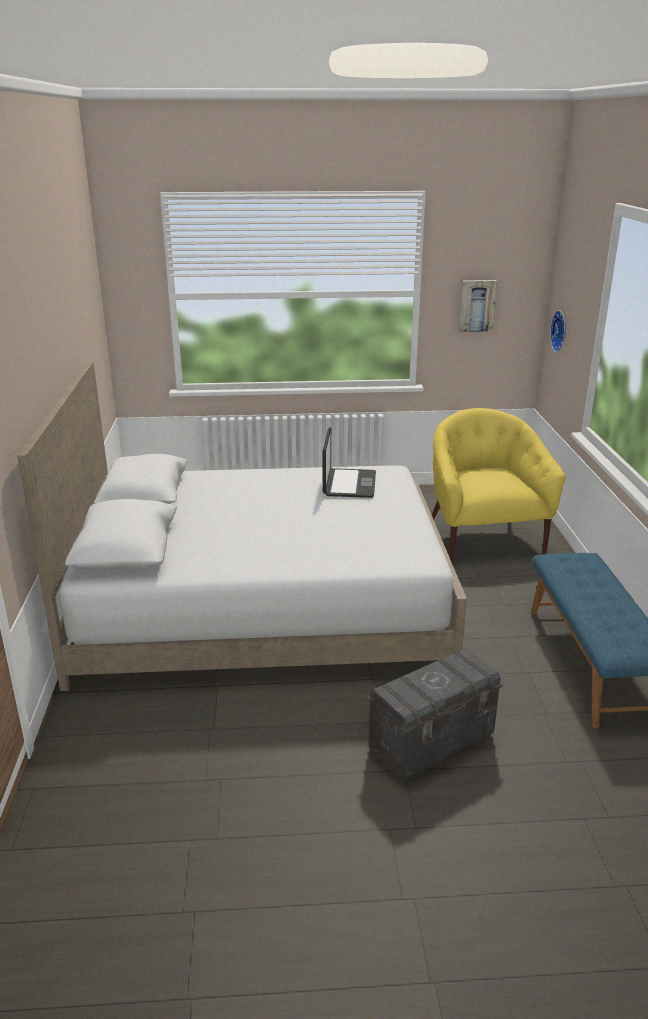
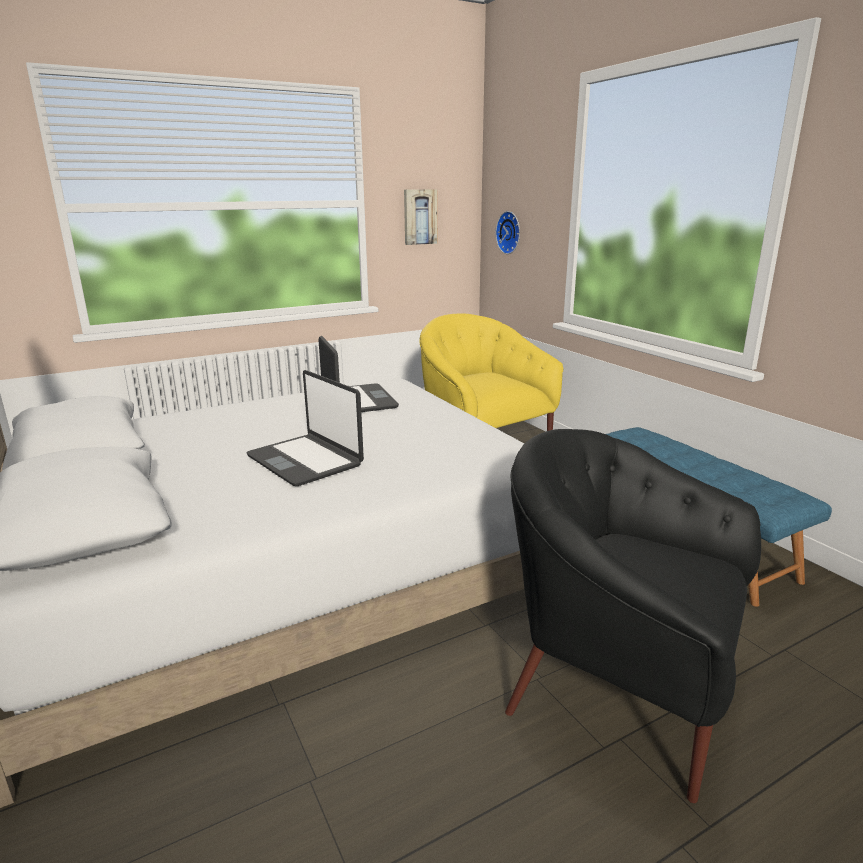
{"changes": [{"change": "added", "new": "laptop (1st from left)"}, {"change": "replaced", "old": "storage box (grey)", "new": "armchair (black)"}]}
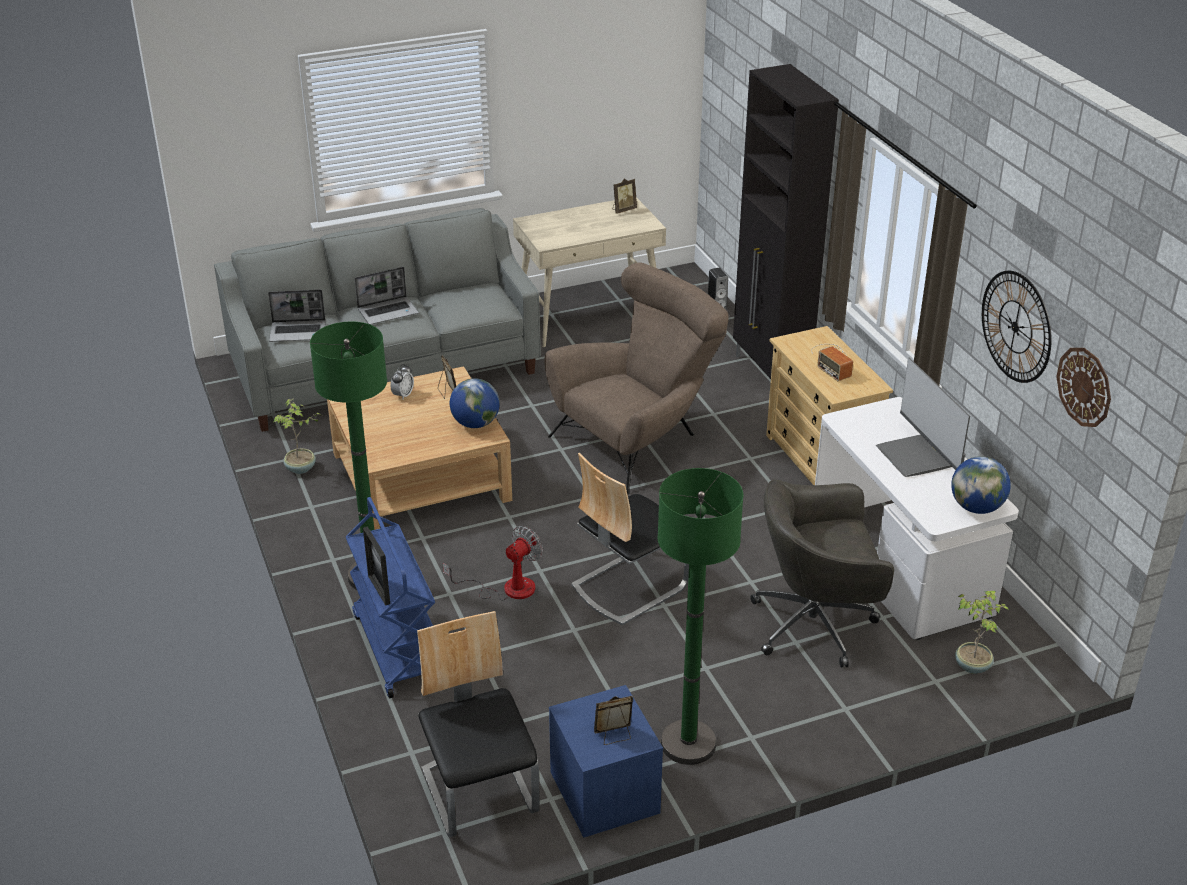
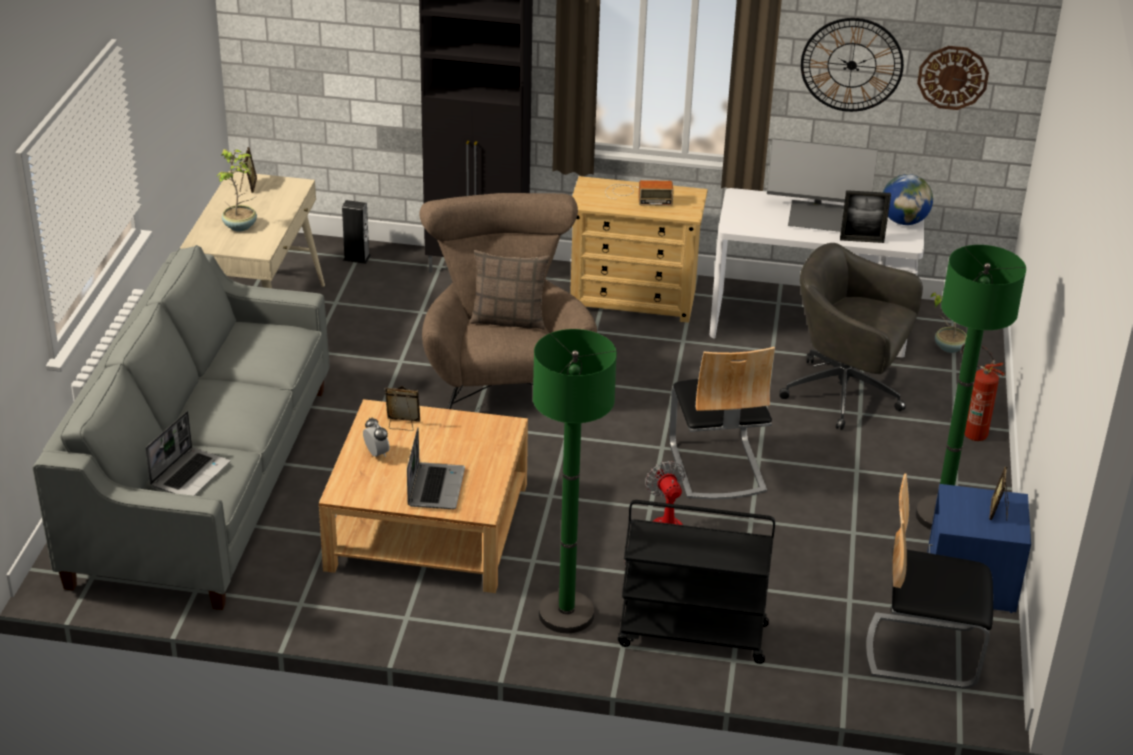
{"changes": [{"change": "moved", "old": "potted plant (1st from left)"}, {"change": "moved", "old": "laptop (2nd from left)"}, {"change": "added", "new": "pillow"}, {"change": "recoloured", "old": "cart (blue)", "new": "cart (black)"}, {"change": "turned", "old": "office chair (grey)", "degrees": 90}, {"change": "moved", "old": "picture frame (1st from left in the first image)", "new": "picture frame (3rd from left)"}, {"change": "added", "new": "fire extinguisher"}, {"change": "removed", "old": "globe (1st from left)"}]}
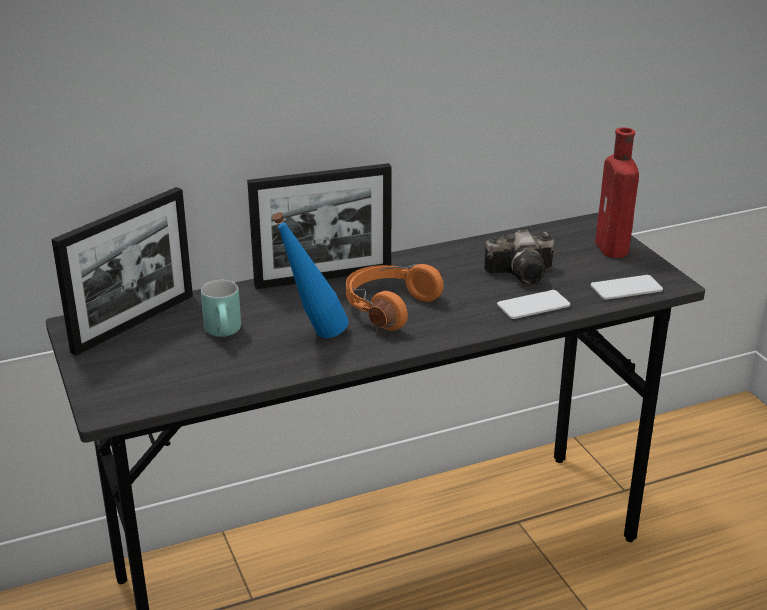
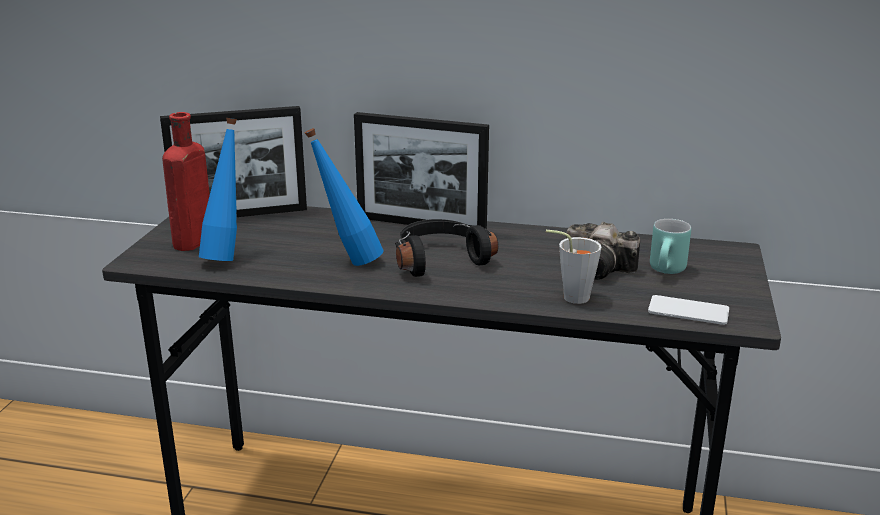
{"changes": [{"change": "moved", "old": "bottle (red)"}, {"change": "added", "new": "bottle (blue) (1st from left)"}, {"change": "recoloured", "old": "headphones (orange)", "new": "headphones (black)"}, {"change": "replaced", "old": "phone (1st from left)", "new": "cup (grey)"}, {"change": "moved", "old": "mug (turquoise)"}]}
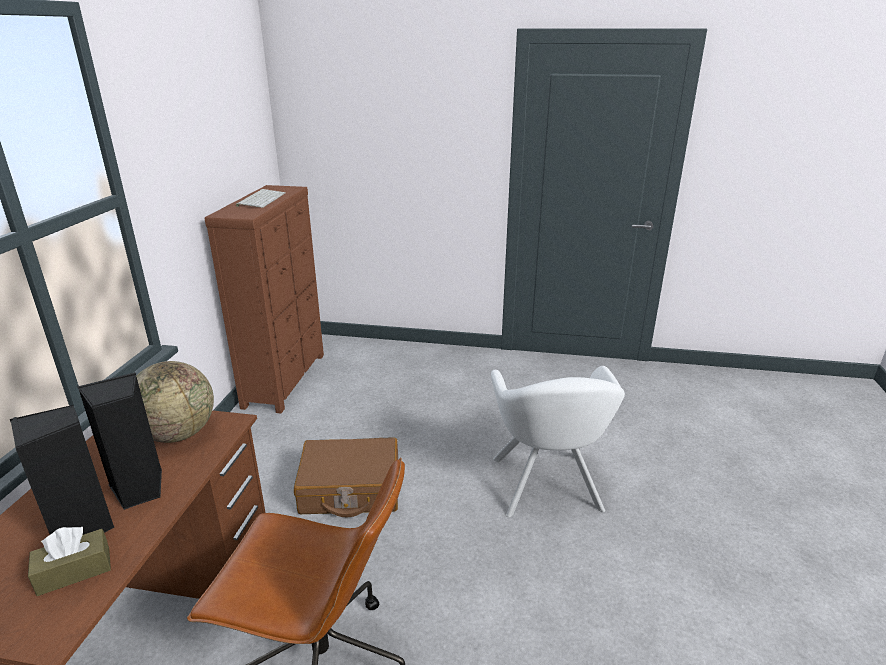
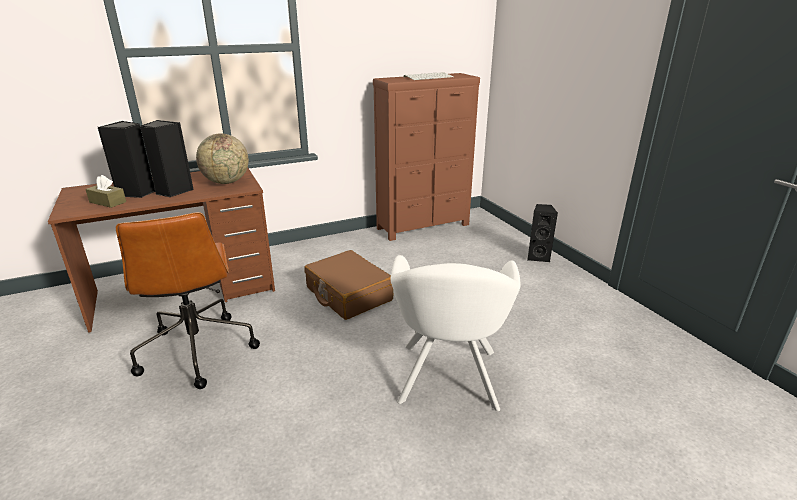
{"changes": [{"change": "turned", "old": "armchair (white)", "degrees": -45}, {"change": "added", "new": "speaker (black) (3rd from left)"}]}
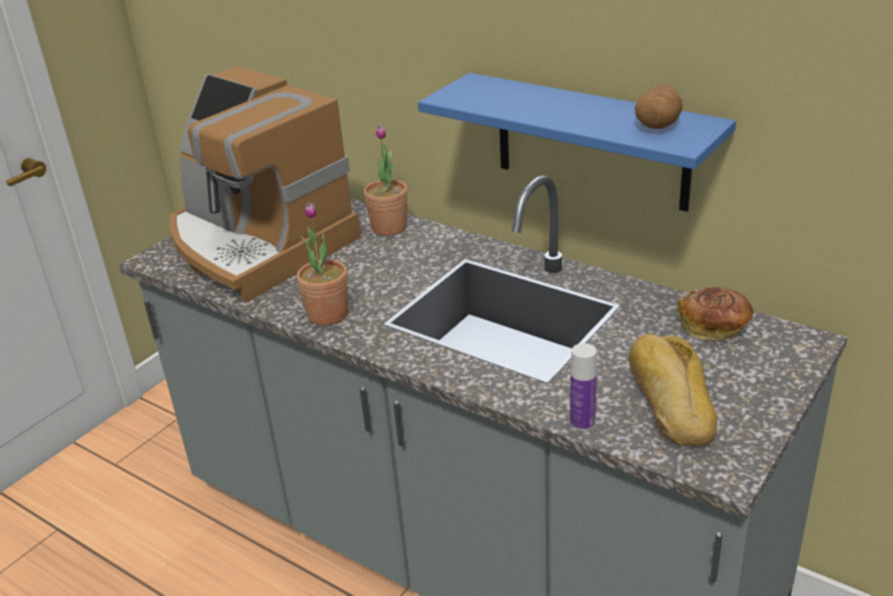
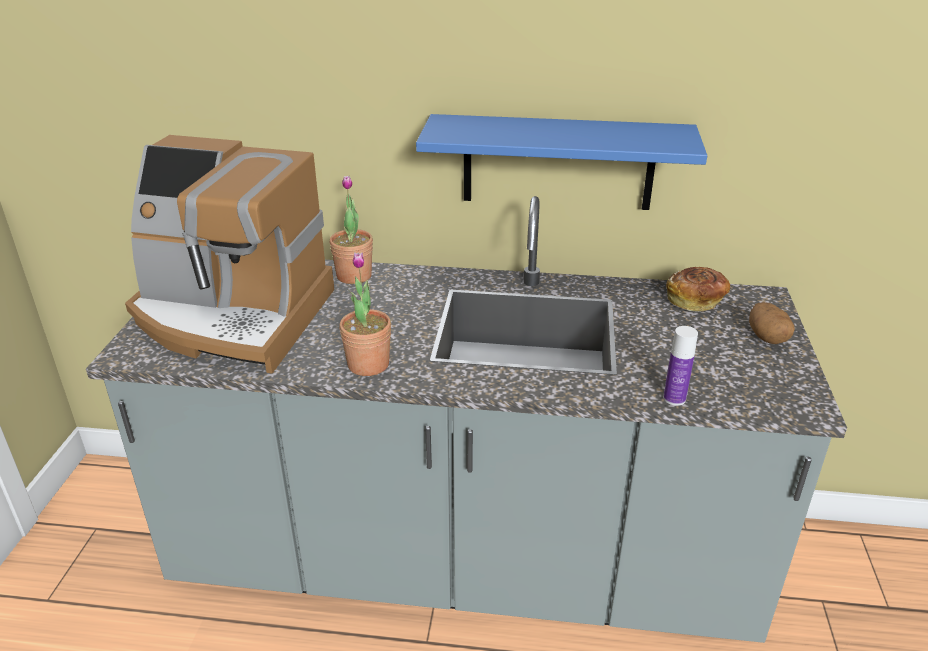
{"changes": [{"change": "moved", "old": "potato"}, {"change": "removed", "old": "bread (1st from left)"}]}
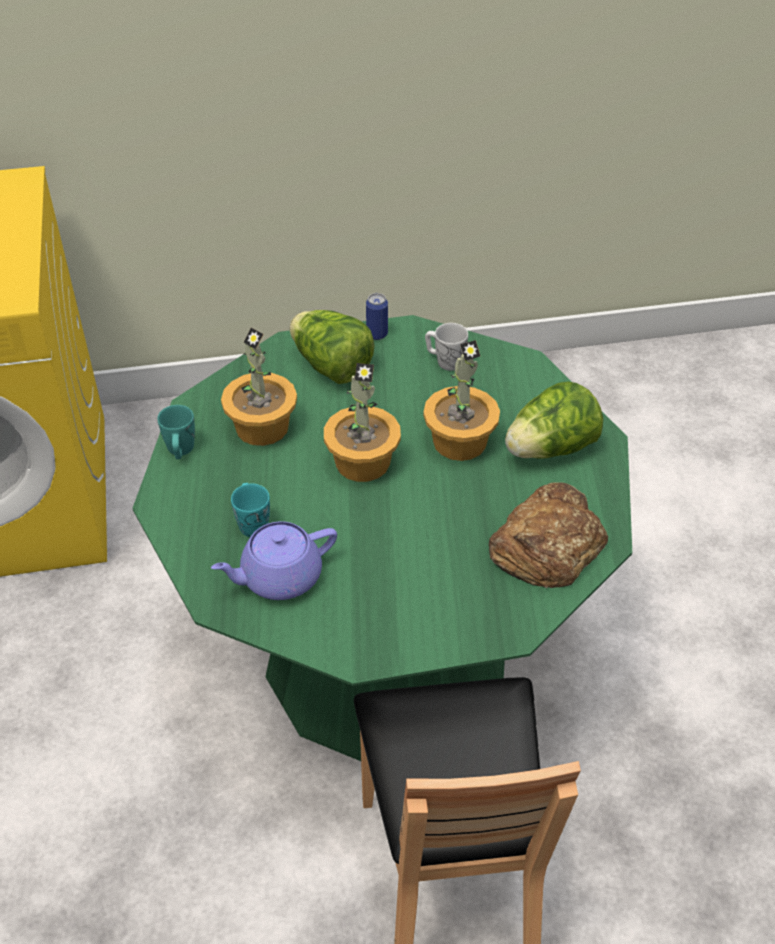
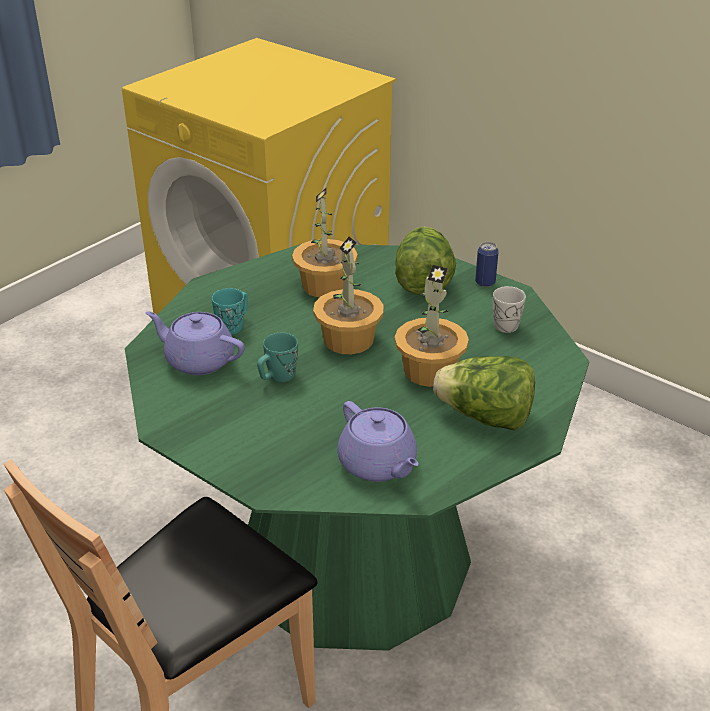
{"changes": [{"change": "moved", "old": "mug (turquoise) (1st from left in the first image)", "new": "mug (turquoise) (2nd from left)"}, {"change": "replaced", "old": "bread", "new": "teapot (purple) (2nd from left)"}]}
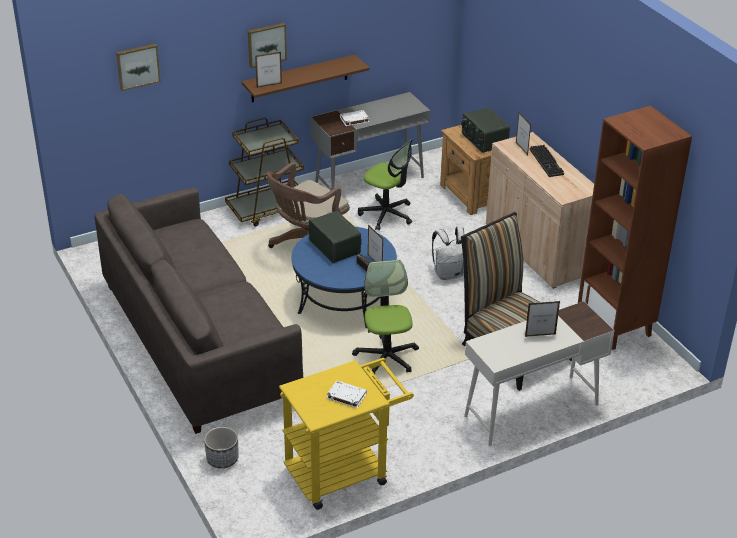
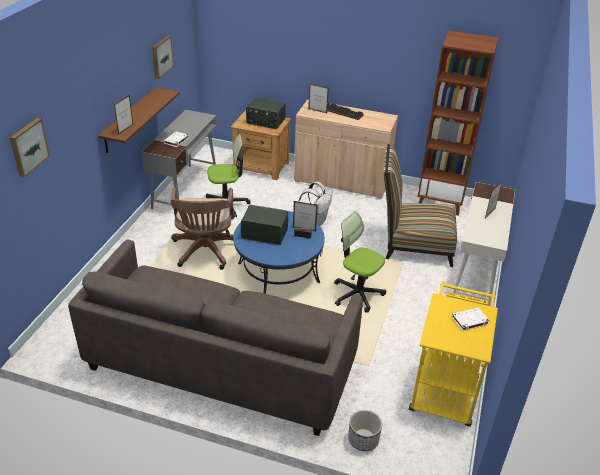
{"changes": [{"change": "moved", "old": "picture (2nd from left)"}, {"change": "removed", "old": "cart (brown)"}]}
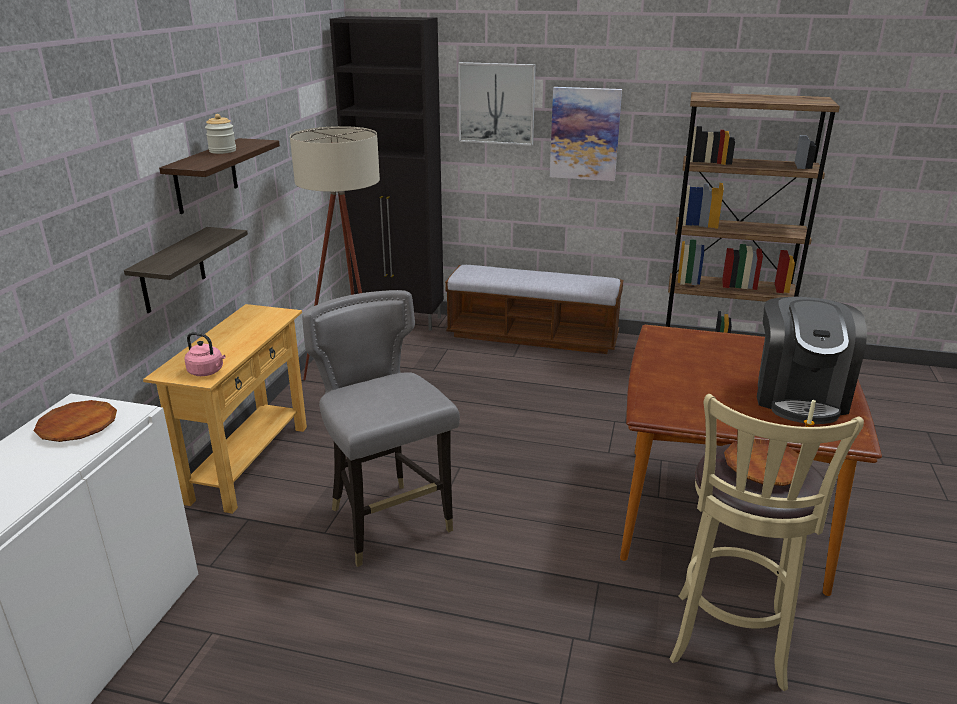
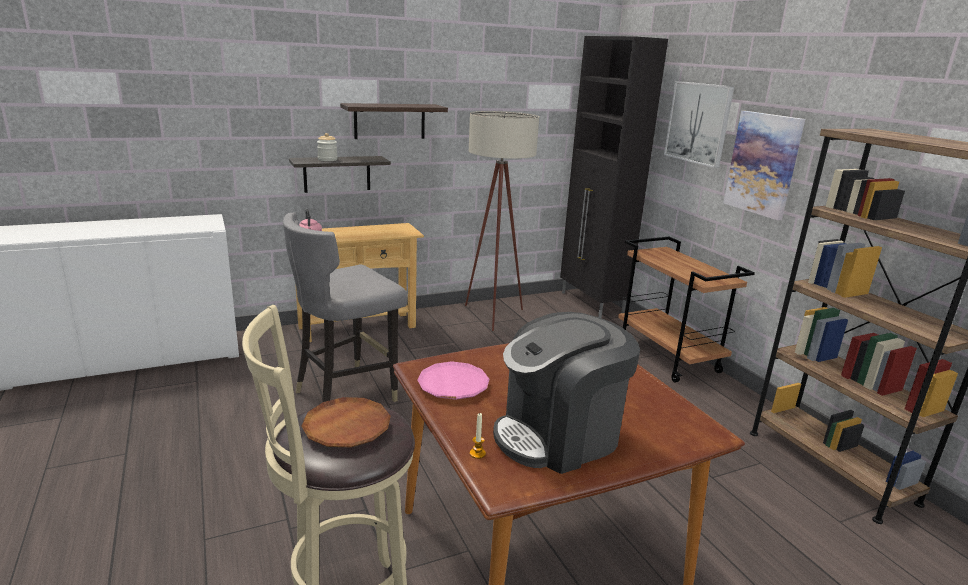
{"changes": [{"change": "turned", "old": "chair (grey)", "degrees": -150}, {"change": "moved", "old": "jar"}, {"change": "added", "new": "plate (pink)"}, {"change": "replaced", "old": "bench", "new": "cart (brown)"}, {"change": "removed", "old": "plate (brown) (1st from left)"}]}
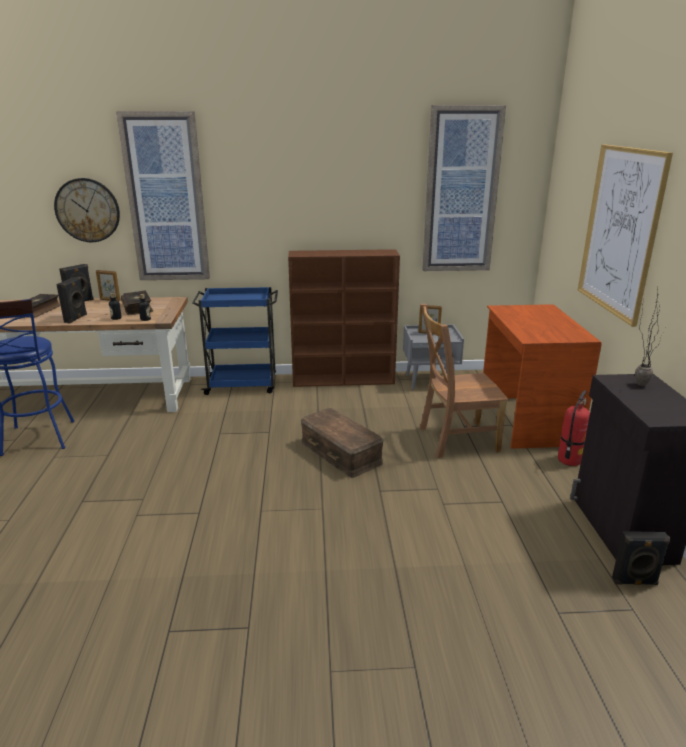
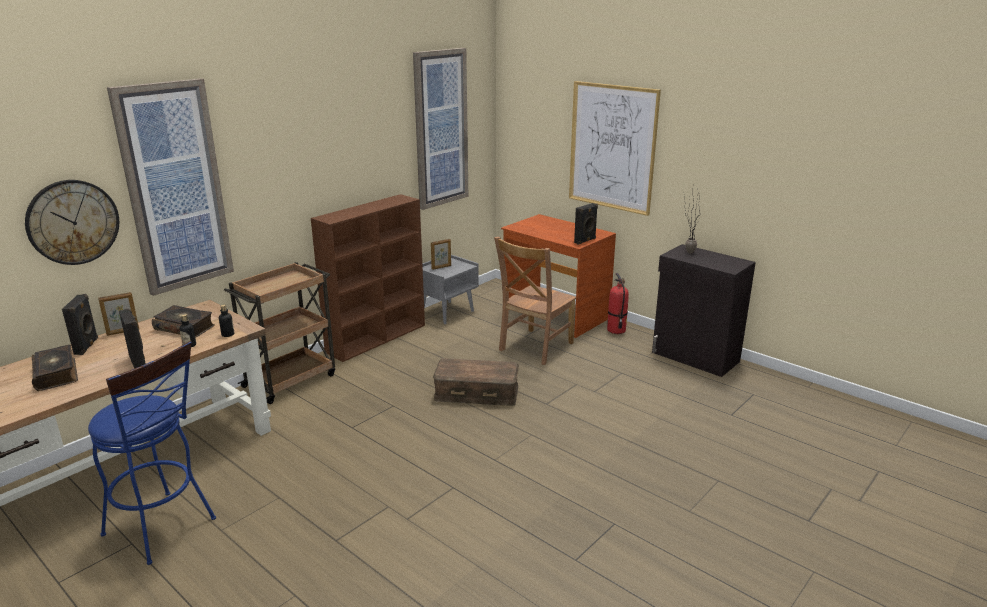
{"changes": [{"change": "recoloured", "old": "cart (blue)", "new": "cart (brown)"}, {"change": "moved", "old": "speaker (black) (3rd from left)"}]}
